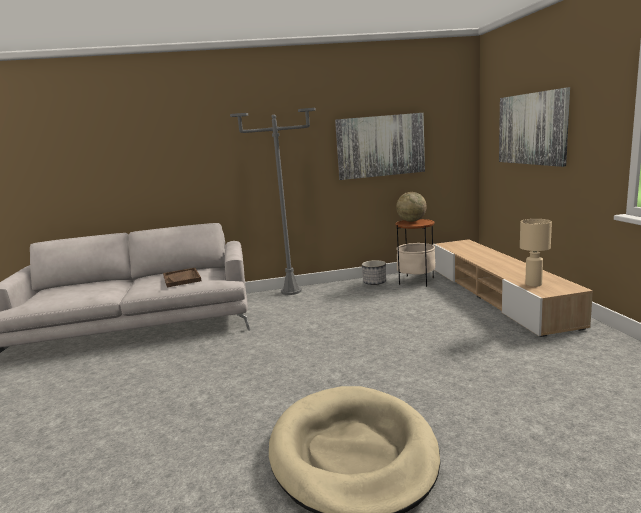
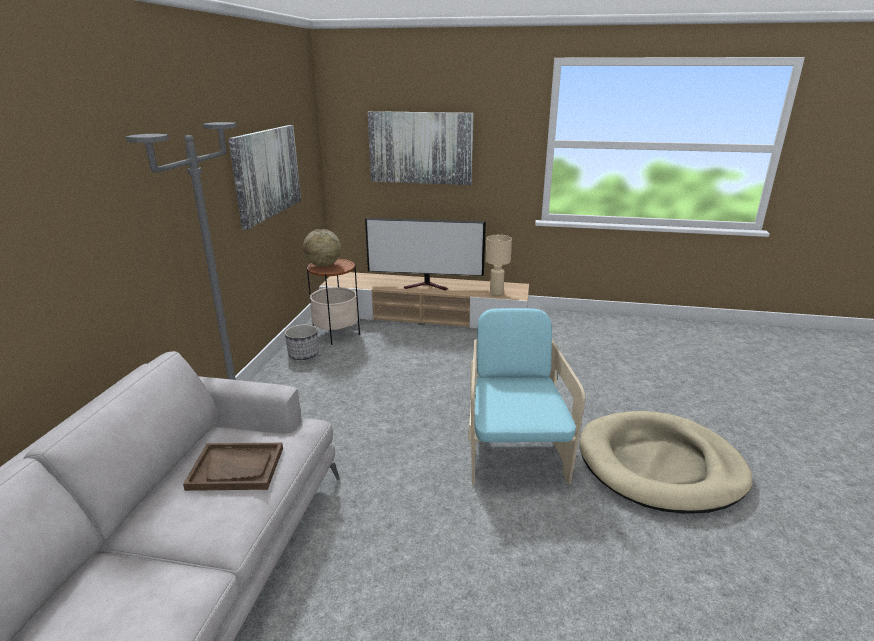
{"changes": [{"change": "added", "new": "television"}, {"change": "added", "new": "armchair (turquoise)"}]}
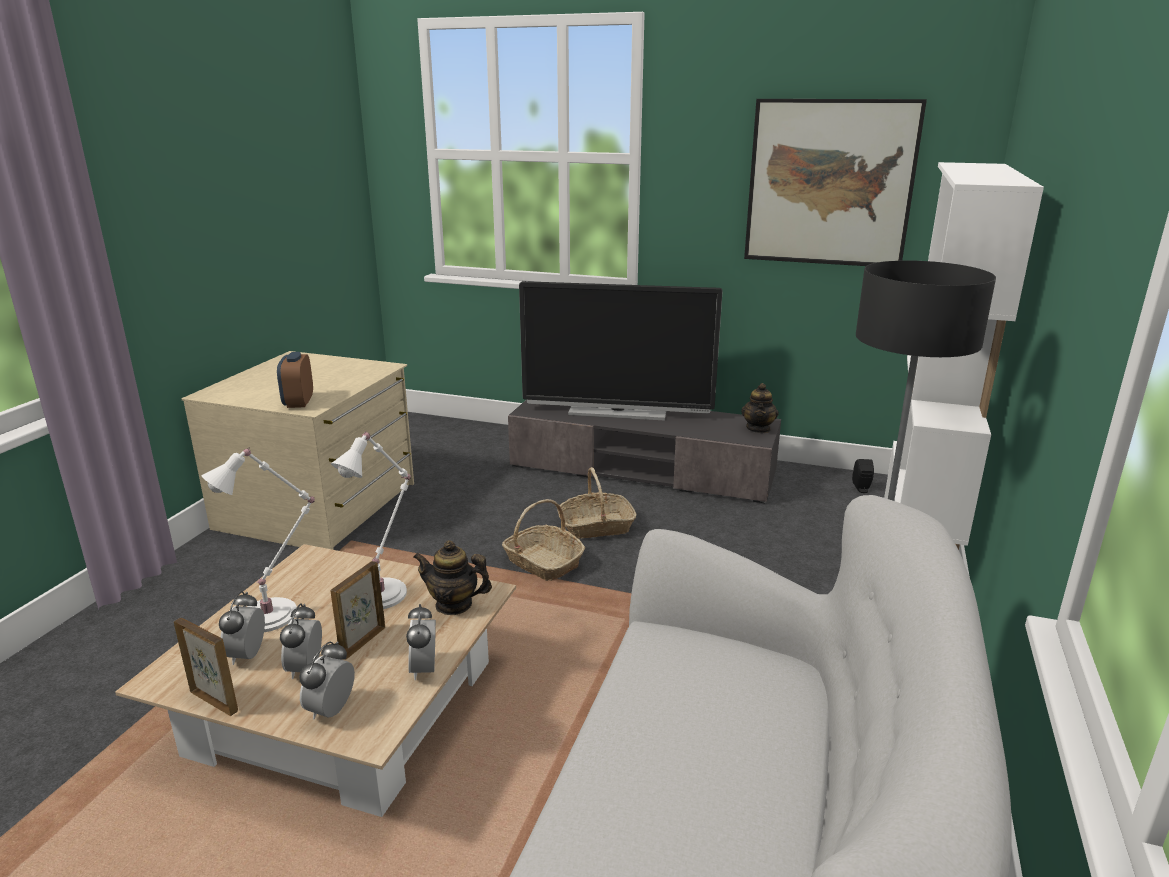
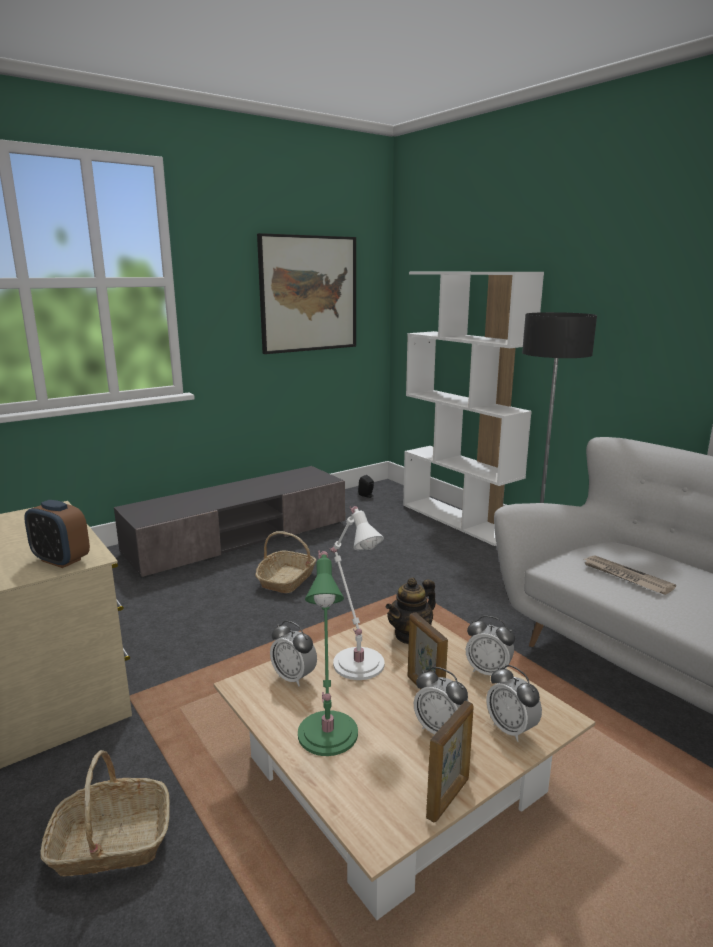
{"changes": [{"change": "moved", "old": "basket (1st from left)"}, {"change": "moved", "old": "alarm clock (1st from left in the first image)", "new": "alarm clock (2nd from left)"}, {"change": "recoloured", "old": "table lamp (white) (1st from left)", "new": "table lamp (green)"}, {"change": "turned", "old": "picture frame (1st from left in the first image)", "degrees": 150}, {"change": "added", "new": "newspaper"}, {"change": "removed", "old": "television"}, {"change": "removed", "old": "teapot (2nd from left)"}]}
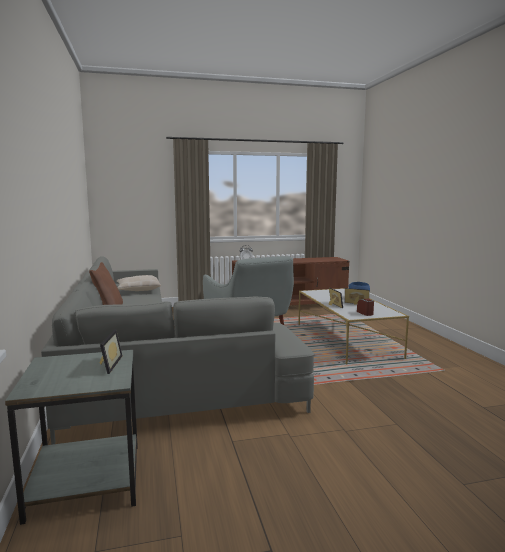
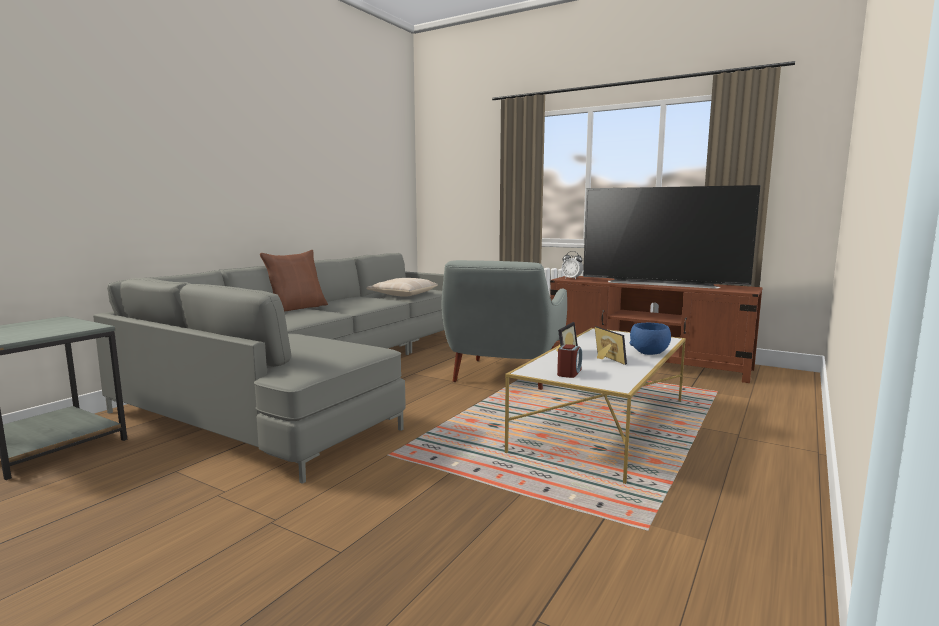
{"changes": [{"change": "added", "new": "television"}, {"change": "removed", "old": "picture frame (1st from left)"}]}
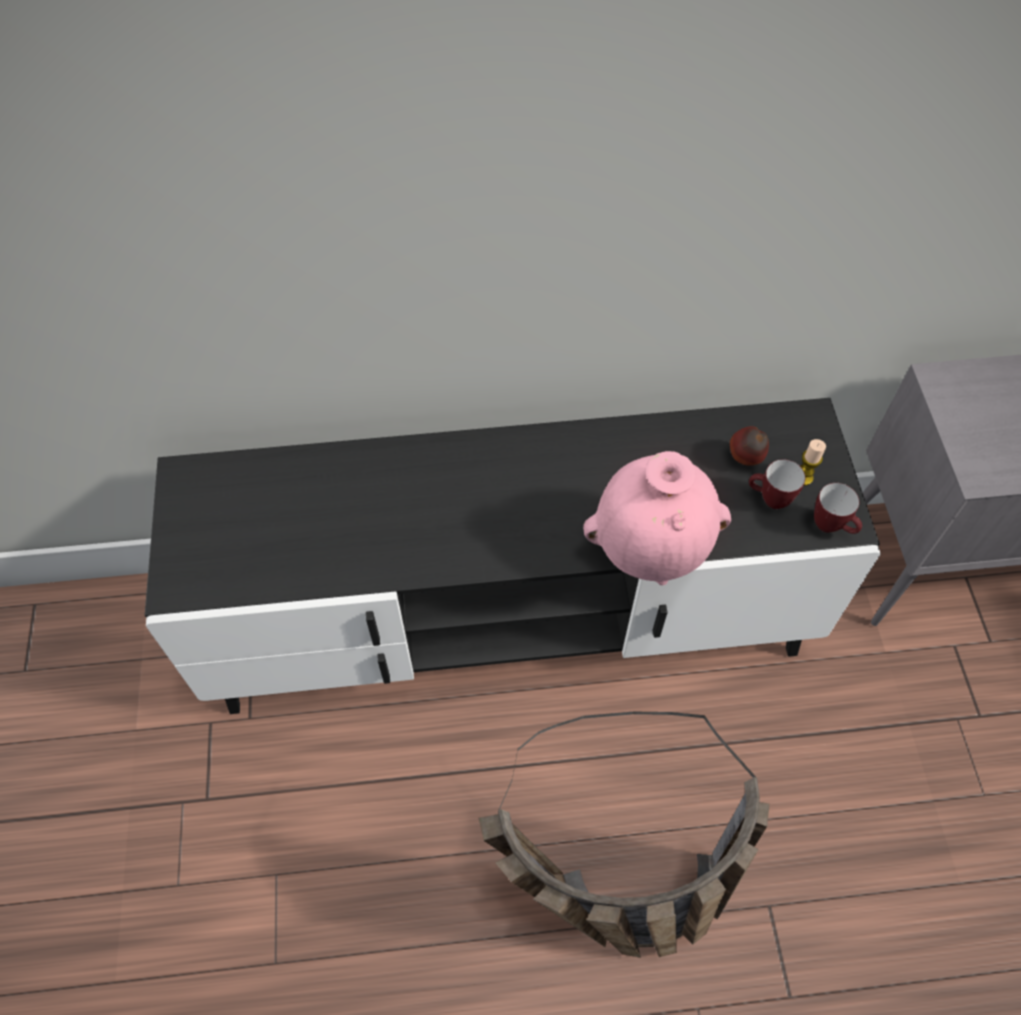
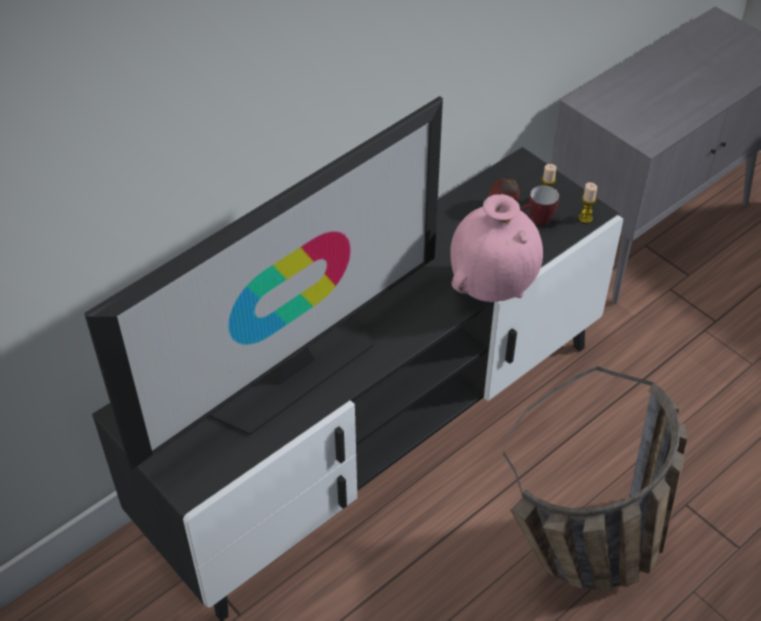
{"changes": [{"change": "added", "new": "television"}, {"change": "replaced", "old": "mug (2nd from left)", "new": "candle (2nd from left)"}]}
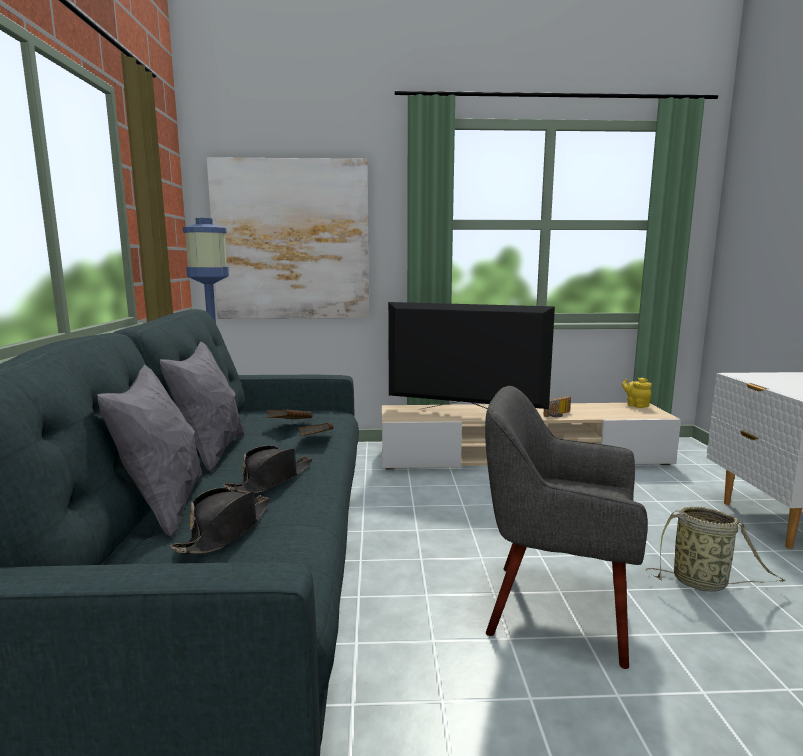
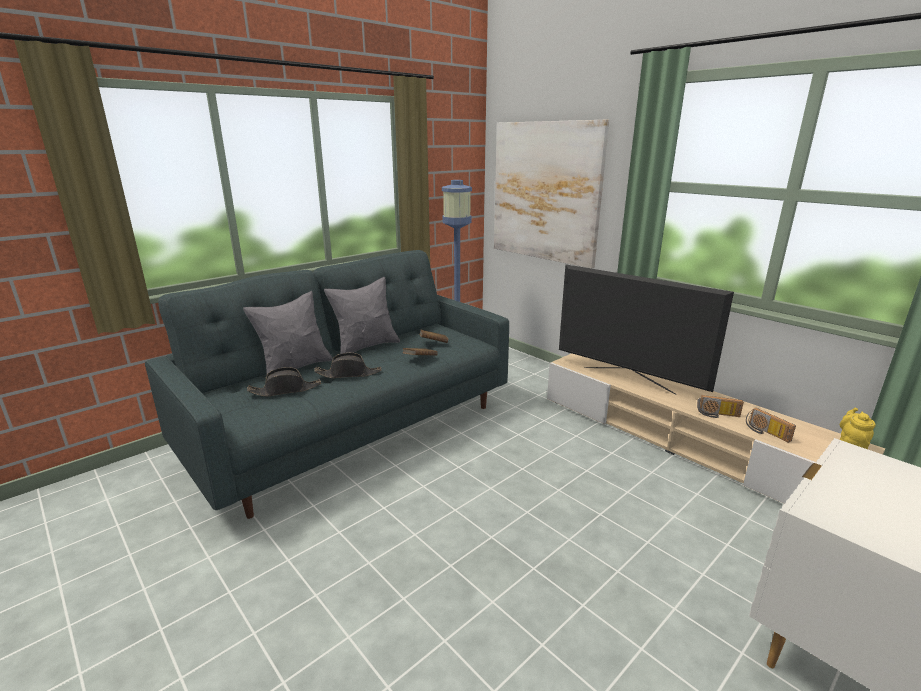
{"changes": [{"change": "turned", "old": "television", "degrees": 150}, {"change": "added", "new": "radio (2nd from left)"}, {"change": "removed", "old": "armchair (grey)"}, {"change": "removed", "old": "basket"}]}
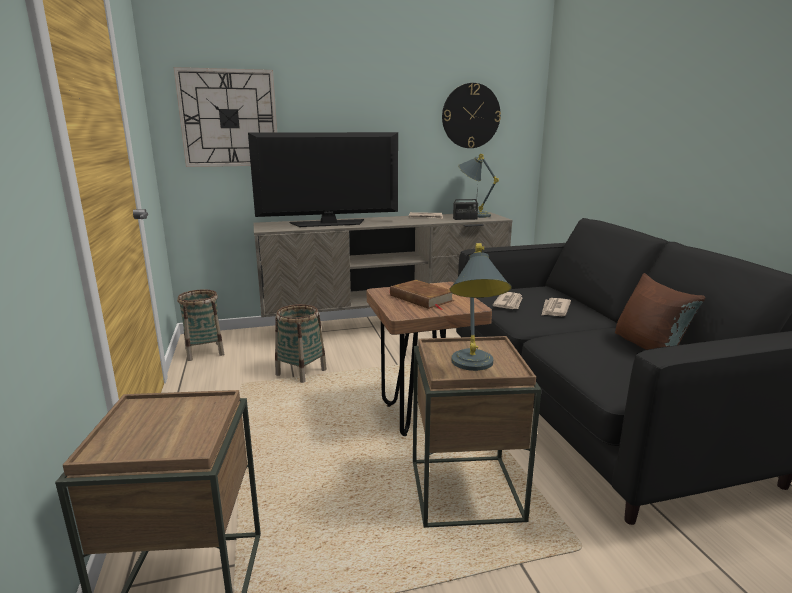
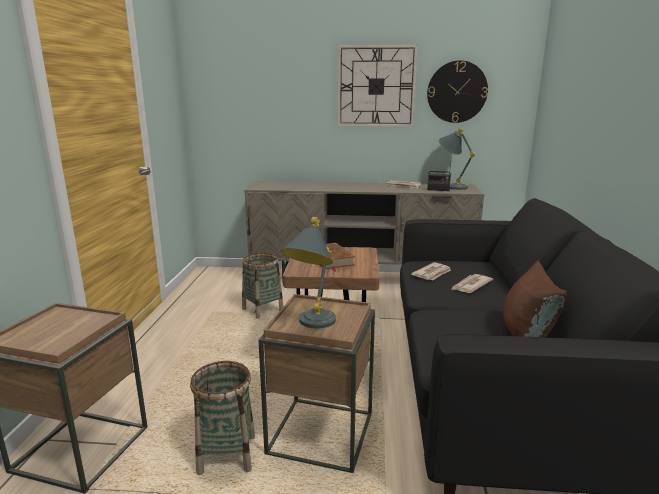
{"changes": [{"change": "moved", "old": "basket (1st from left)"}, {"change": "moved", "old": "wall clock (1st from left)"}, {"change": "removed", "old": "television"}]}
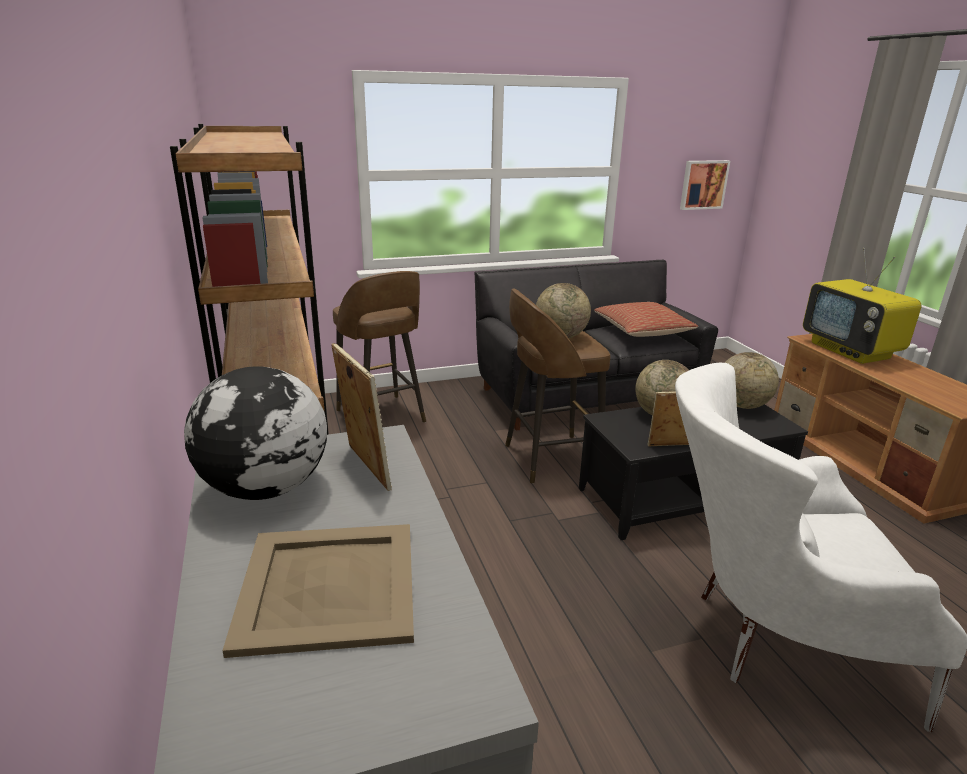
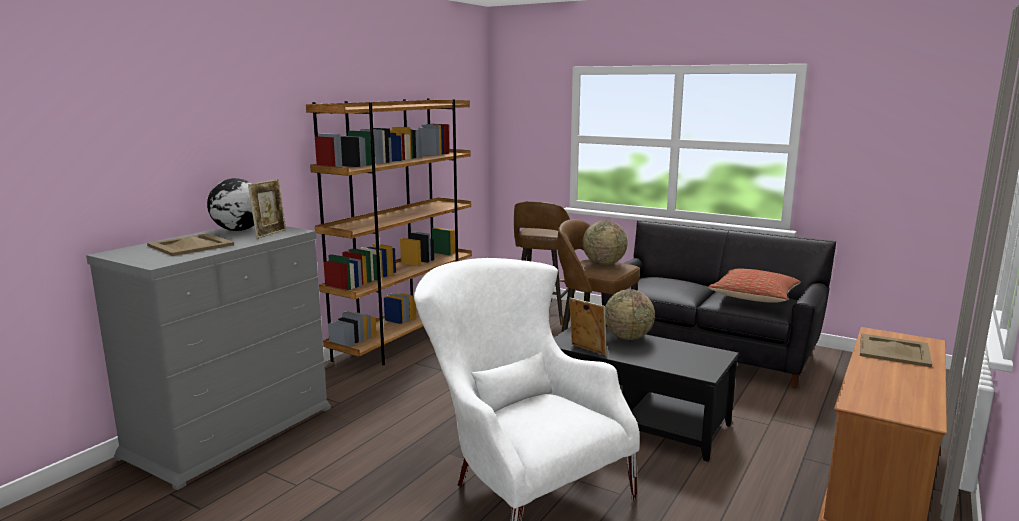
{"changes": [{"change": "replaced", "old": "television", "new": "tray (beige) (2nd from left)"}, {"change": "removed", "old": "picture"}, {"change": "removed", "old": "globe (4th from left)"}]}
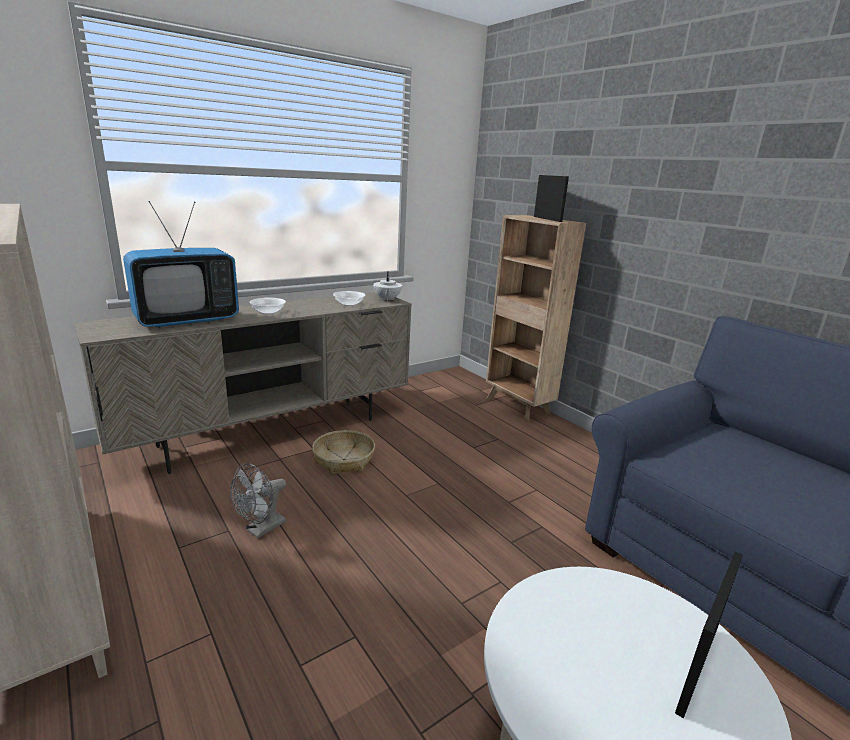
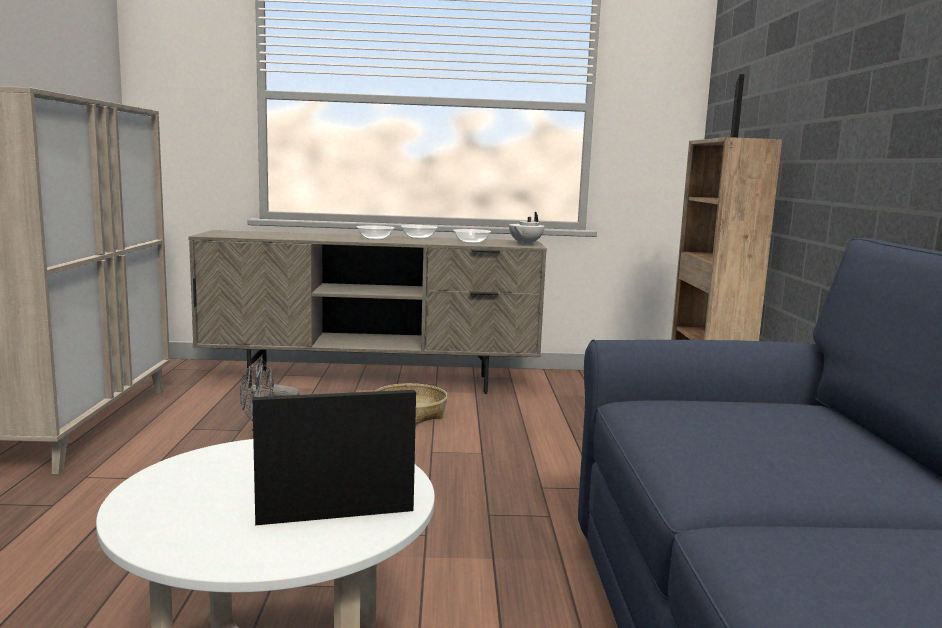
{"changes": [{"change": "added", "new": "bowl (2nd from left)"}, {"change": "removed", "old": "television"}]}
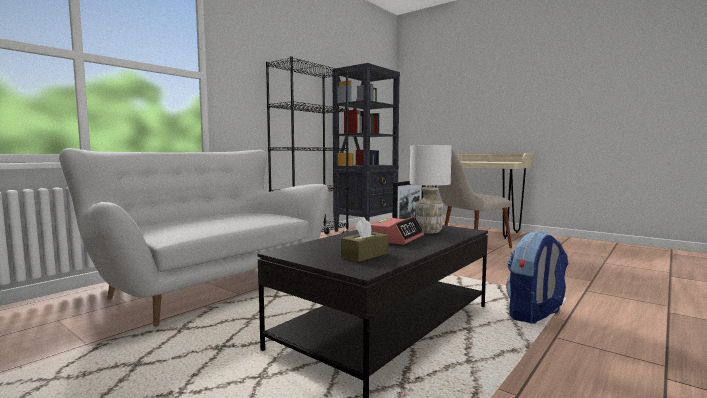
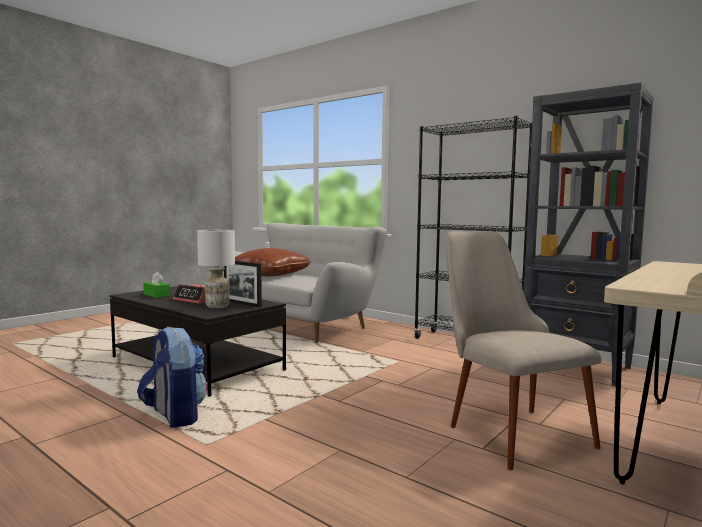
{"changes": [{"change": "recoloured", "old": "tissue box (brown)", "new": "tissue box (green)"}, {"change": "added", "new": "pillow (brown)"}]}
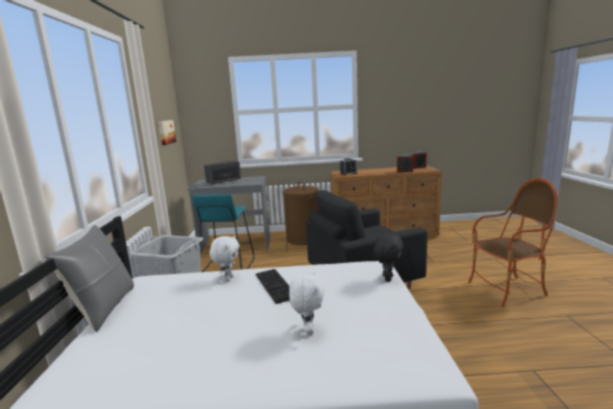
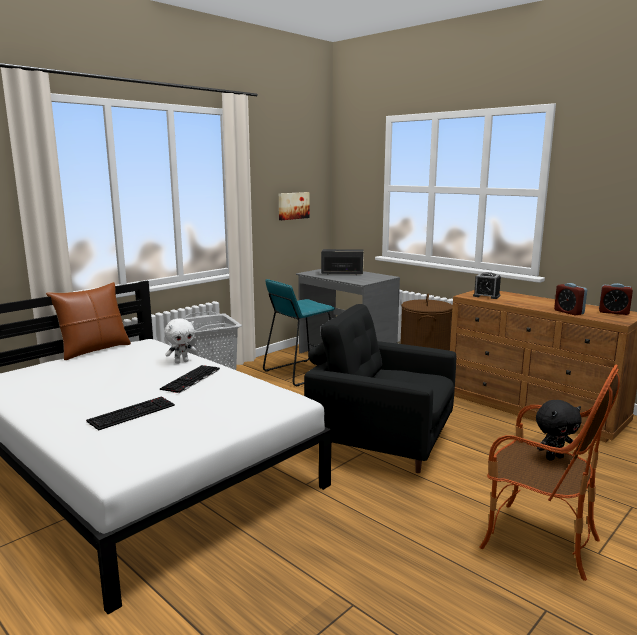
{"changes": [{"change": "recoloured", "old": "pillow (grey)", "new": "pillow (brown)"}, {"change": "replaced", "old": "plush toy (white) (2nd from left)", "new": "keyboard (1st from left)"}, {"change": "moved", "old": "plush toy (black)"}]}
